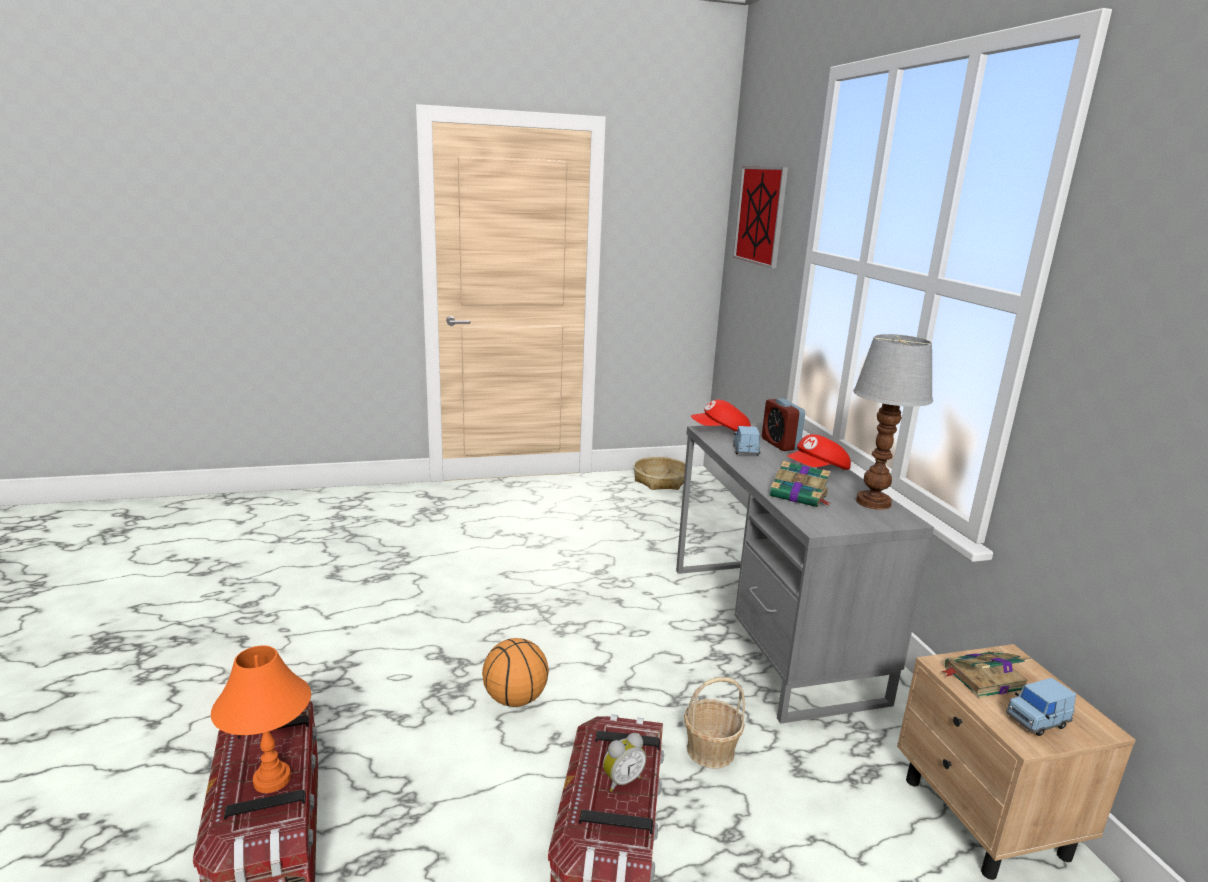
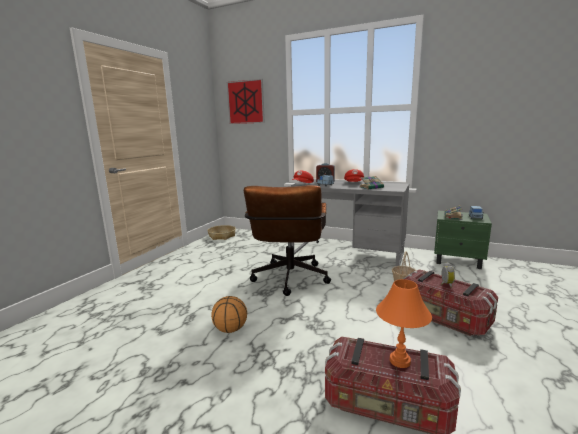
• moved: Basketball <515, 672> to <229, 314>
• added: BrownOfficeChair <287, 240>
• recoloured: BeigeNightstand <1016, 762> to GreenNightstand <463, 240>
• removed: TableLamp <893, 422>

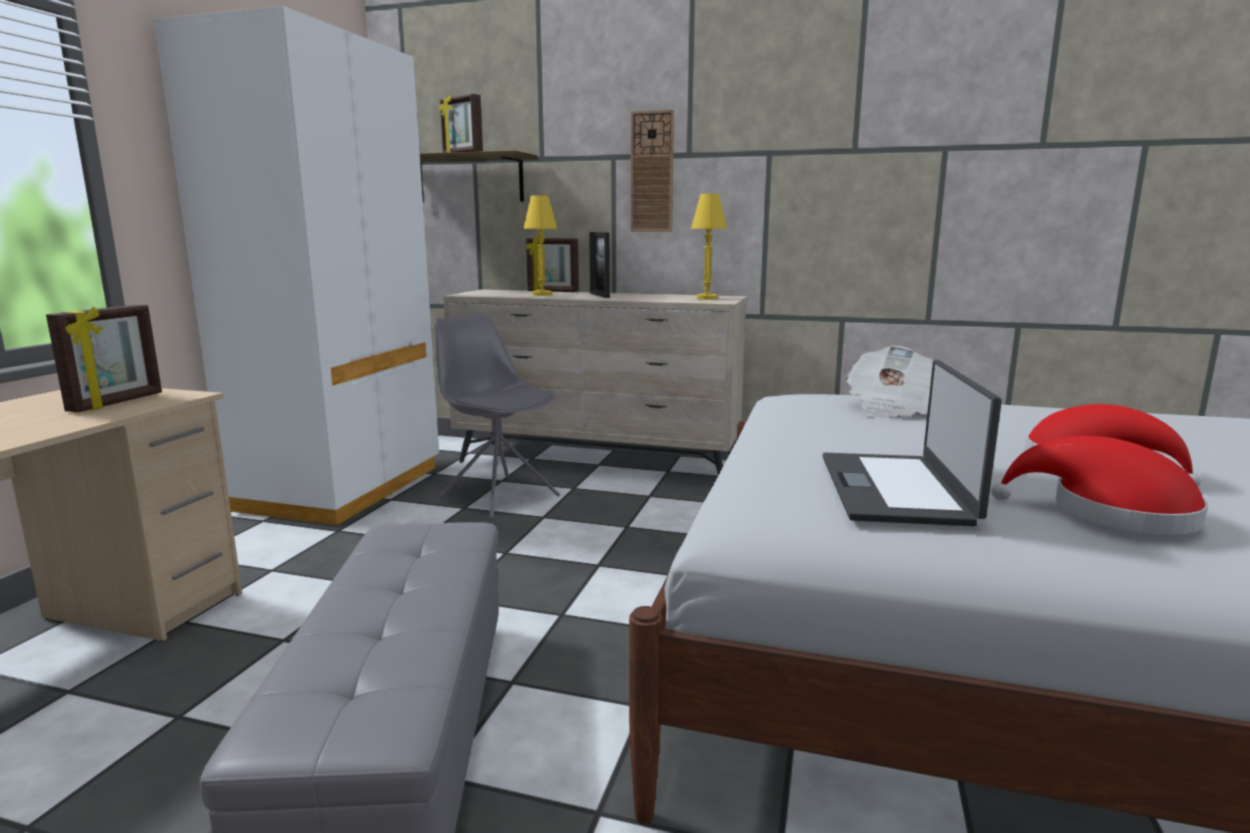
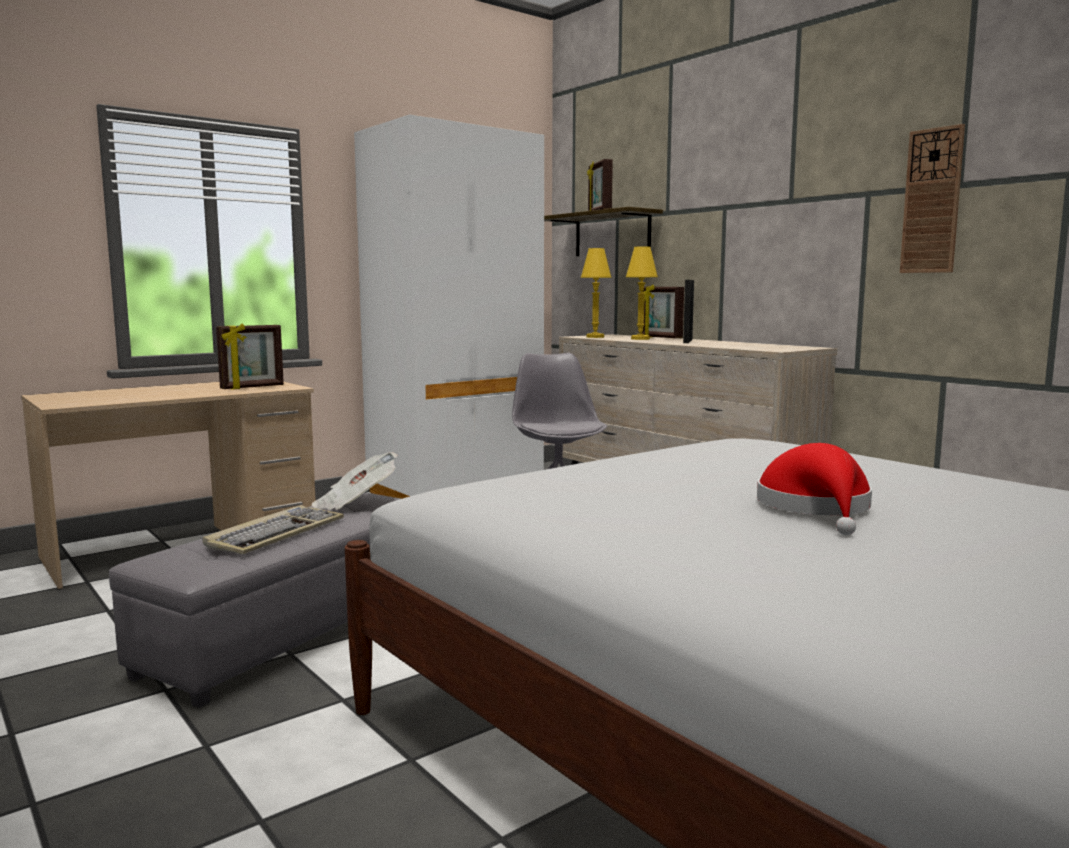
• added: Keyboard <273, 529>
• moved: Newspaper <889, 382> to <355, 481>
• moved: YellowTableLamp <709, 247> to <596, 293>
• moved: WallClock <652, 171> to <932, 198>
• removed: Laptop <912, 442>
• removed: RedHat <1099, 485>

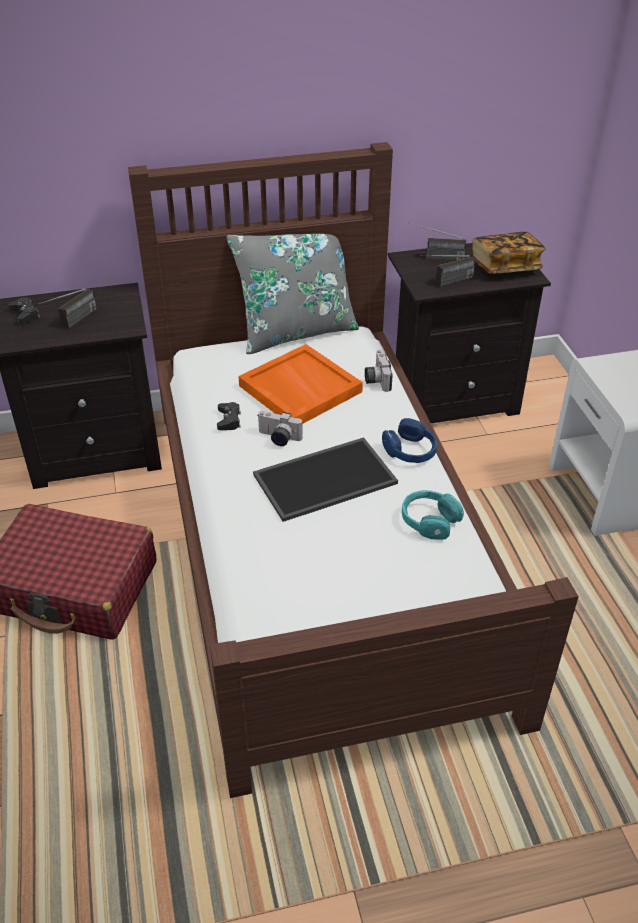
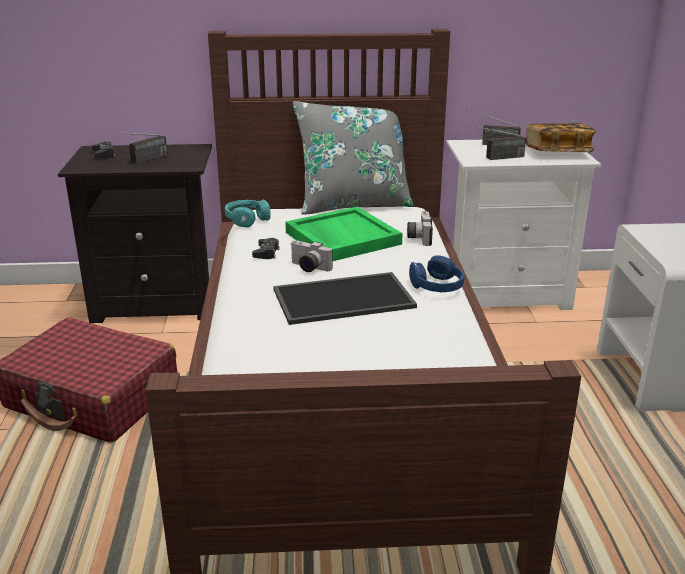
• moved: TurquoiseHeadphones <433, 515> to <248, 213>
• recoloured: OrangeTray <300, 384> to GreenTray <344, 234>
• recoloured: BlackNightstand <469, 333> to WhiteNightstand <523, 225>

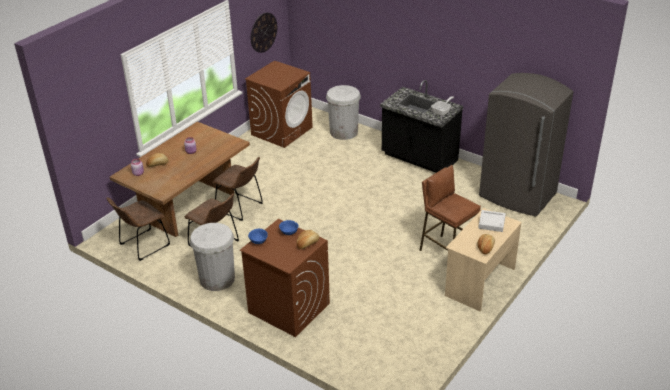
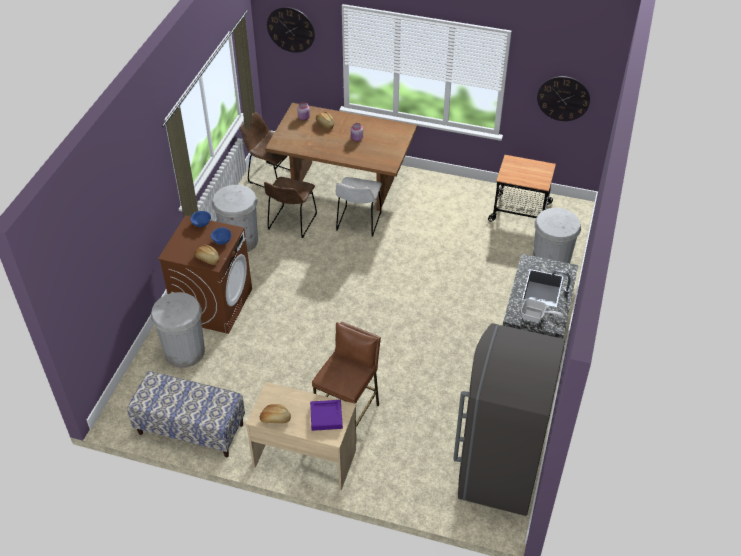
• added: Bench <186, 414>
• added: WhiteTrashCan <178, 330>
• added: WallClock <291, 30>
• recoloured: GreyTray <492, 221> to PurpleTray <326, 415>
• recoloured: BrownChair <237, 189> to WhiteChair <359, 207>
• replaced: BrownWashingMachine <279, 104> to Cart <522, 188>

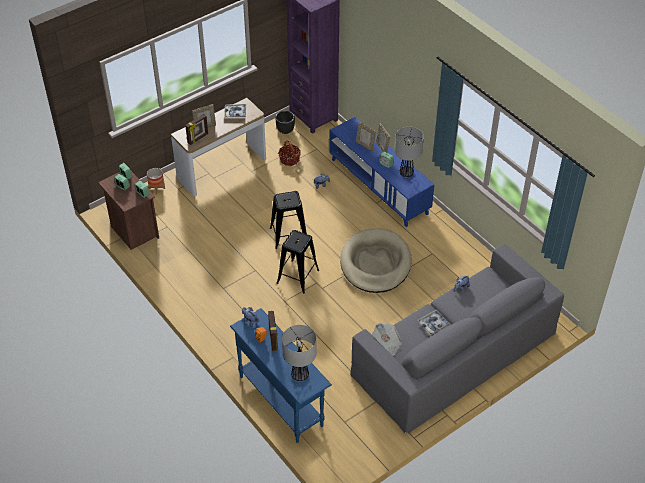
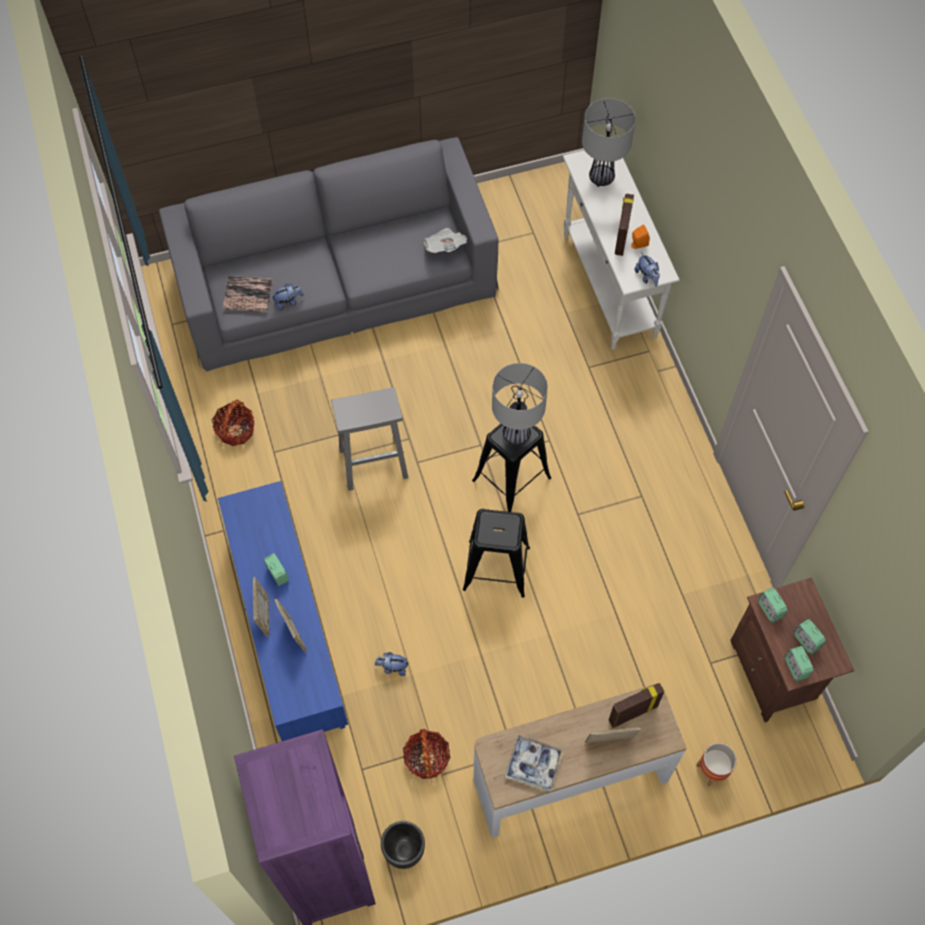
• added: Basket <233, 423>
• added: Book <247, 294>
• replaced: BeigeDogBed <376, 260> to GreyStool <369, 439>
• moved: TableLamp <409, 152> to <520, 404>
• recoloured: BlueConsoleTable <281, 375> to WhiteConsoleTable <621, 250>
• removed: Tray <433, 323>

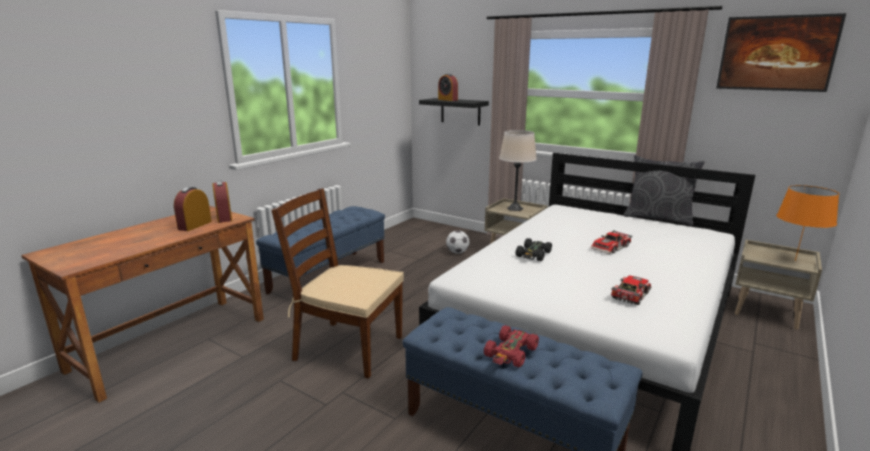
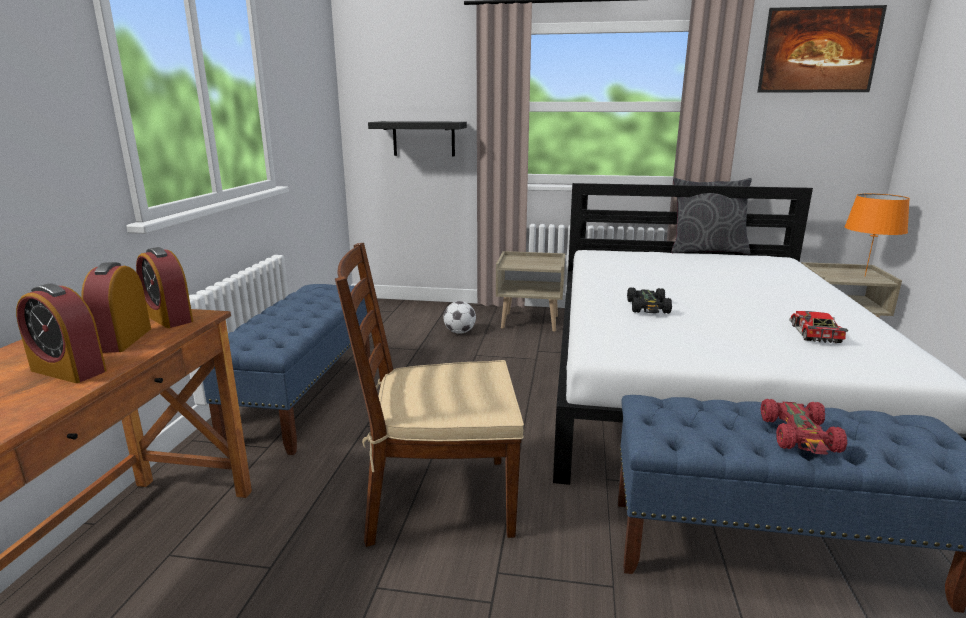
• moved: AlarmClock <448, 87> to <61, 333>
• removed: BeigeTableLamp <518, 170>
• removed: ToyCar <612, 242>

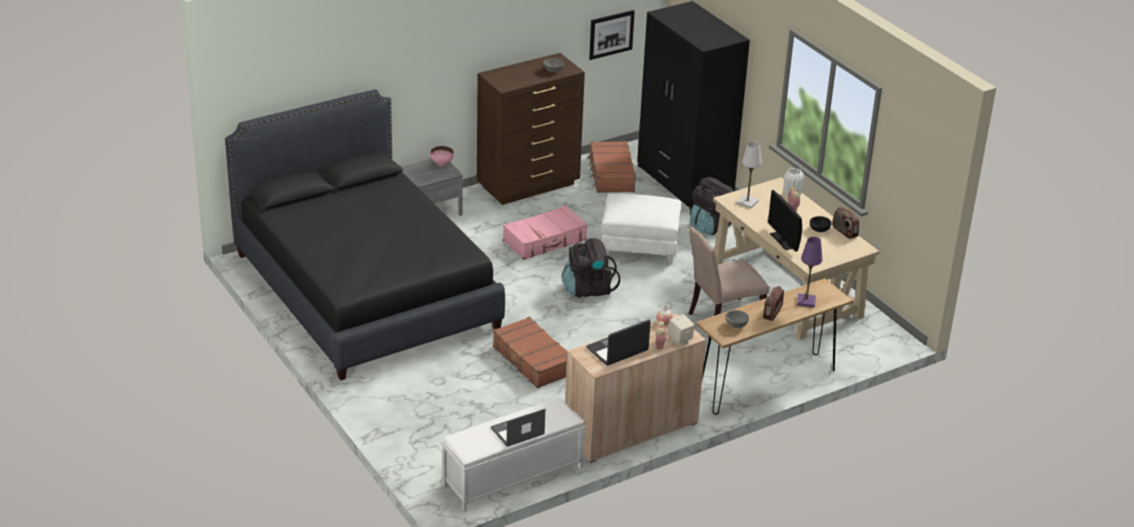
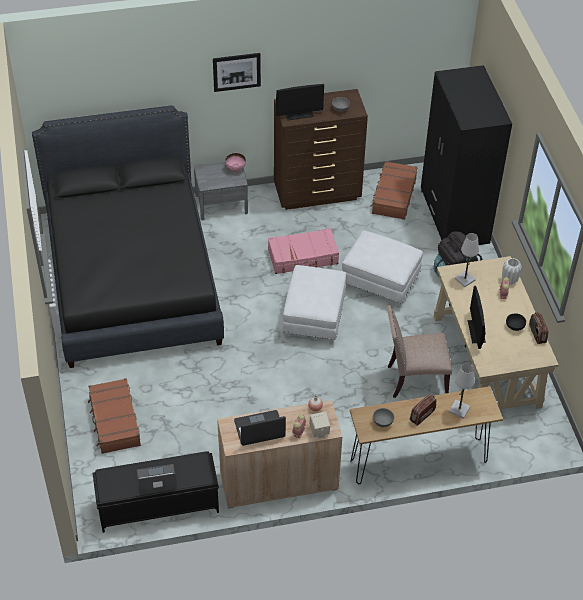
• moved: BrownSuitcase <530, 352> to <114, 416>
• recoloured: WhiteBench <513, 455> to BlackBench <156, 492>
• moved: Picture <612, 35> to <237, 72>
• added: Monitor <300, 102>
• replaced: BlackBackpack <591, 268> to WhiteOttoman <314, 305>
• recoloured: PurpleTableLamp <809, 272> to WhiteTableLamp <462, 391>

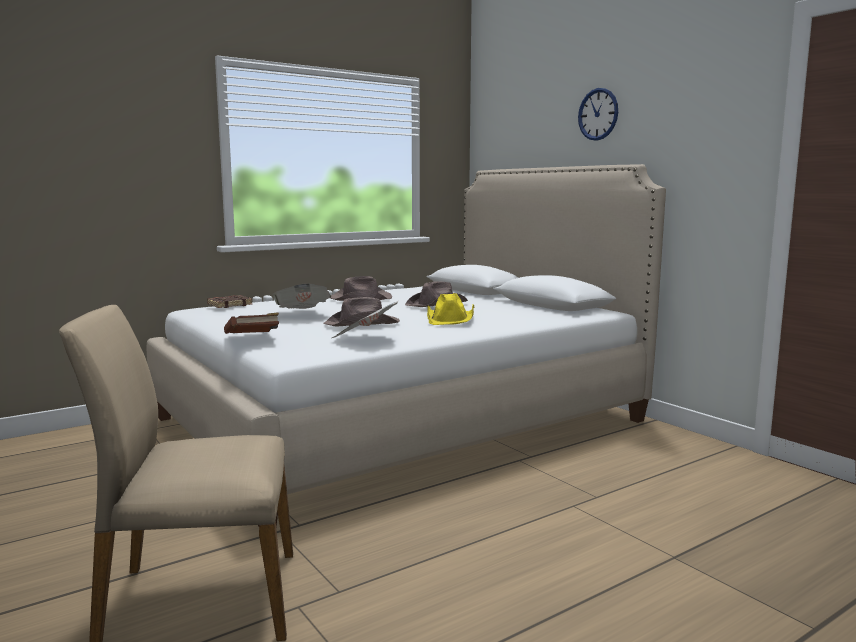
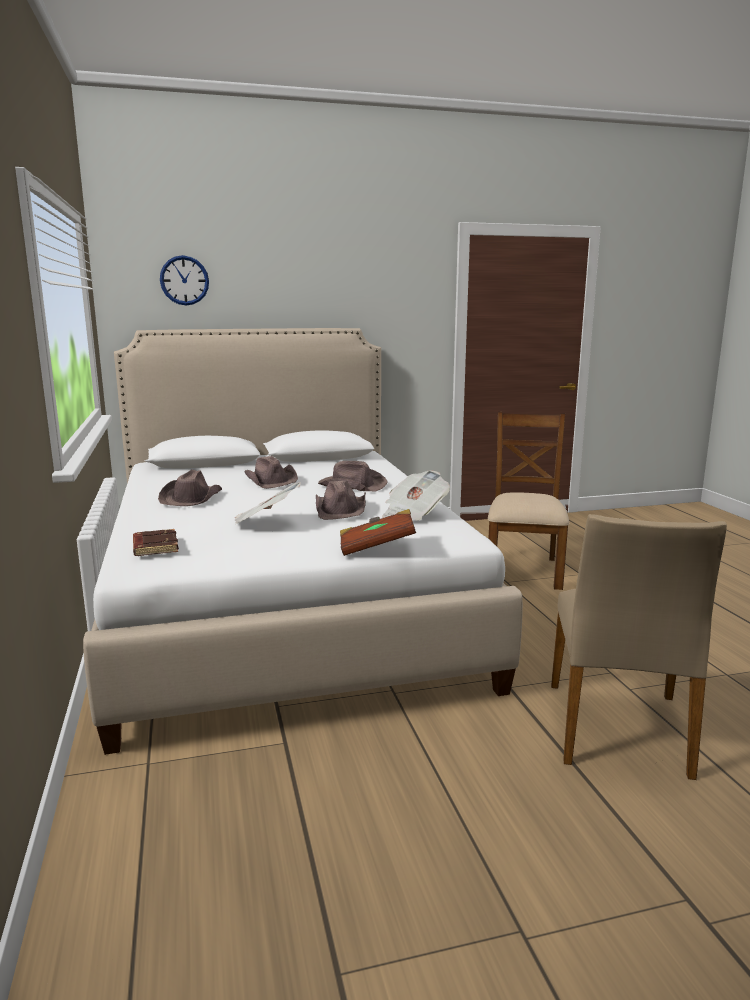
• moved: WallClock <598, 114> to <184, 280>
• recoloured: YellowHat <450, 309> to BrownHat <352, 476>
• added: BrownChair <529, 501>

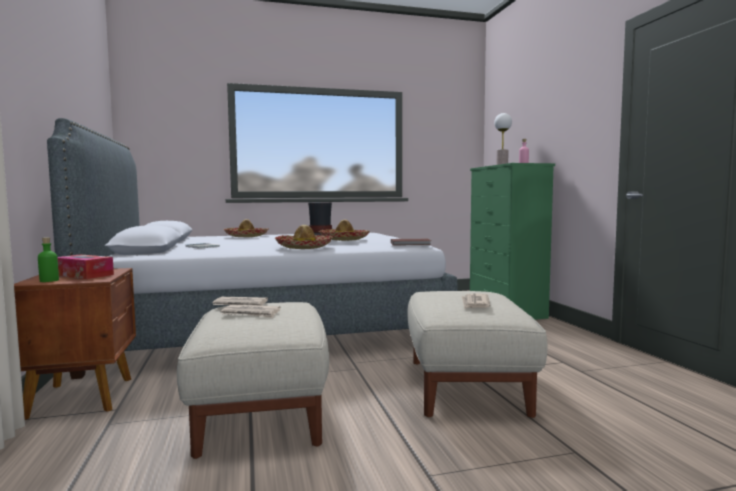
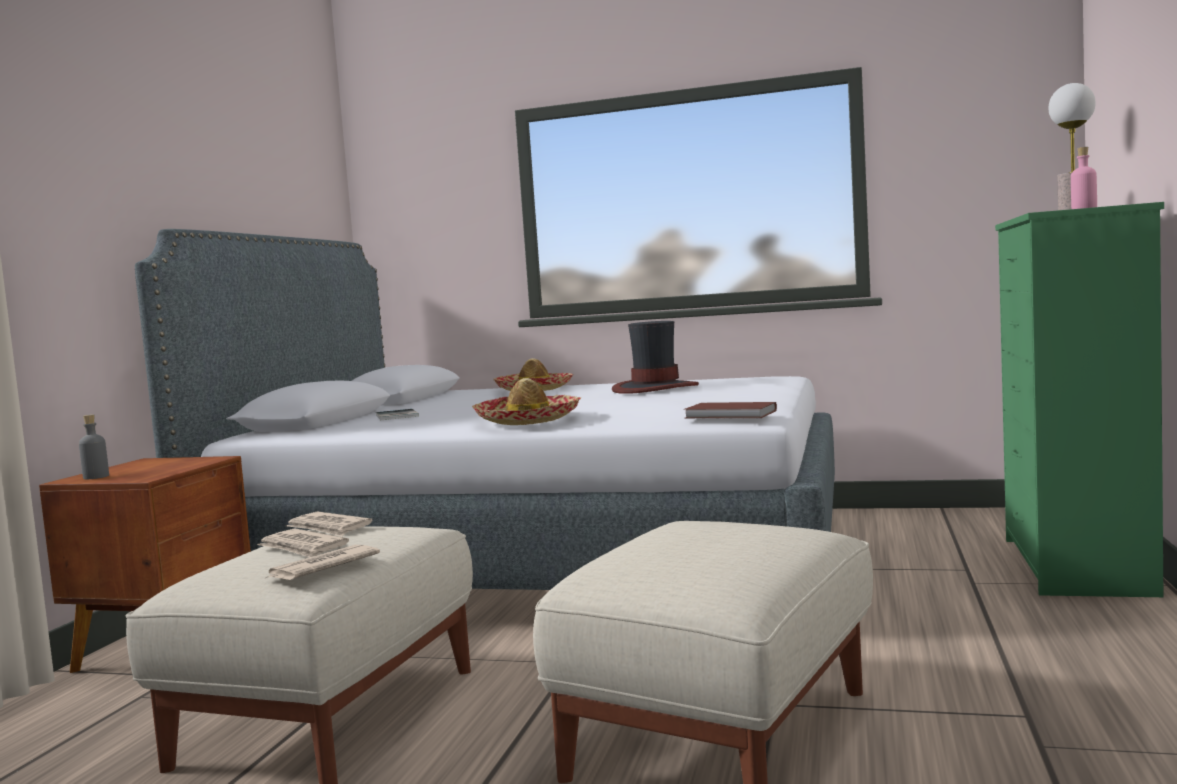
• recoloured: GreenBottle <48, 259> to GreyBottle <94, 446>
• moved: Newspaper <475, 301> to <323, 562>
• removed: TissueBox <85, 266>
• removed: Hat <344, 230>

